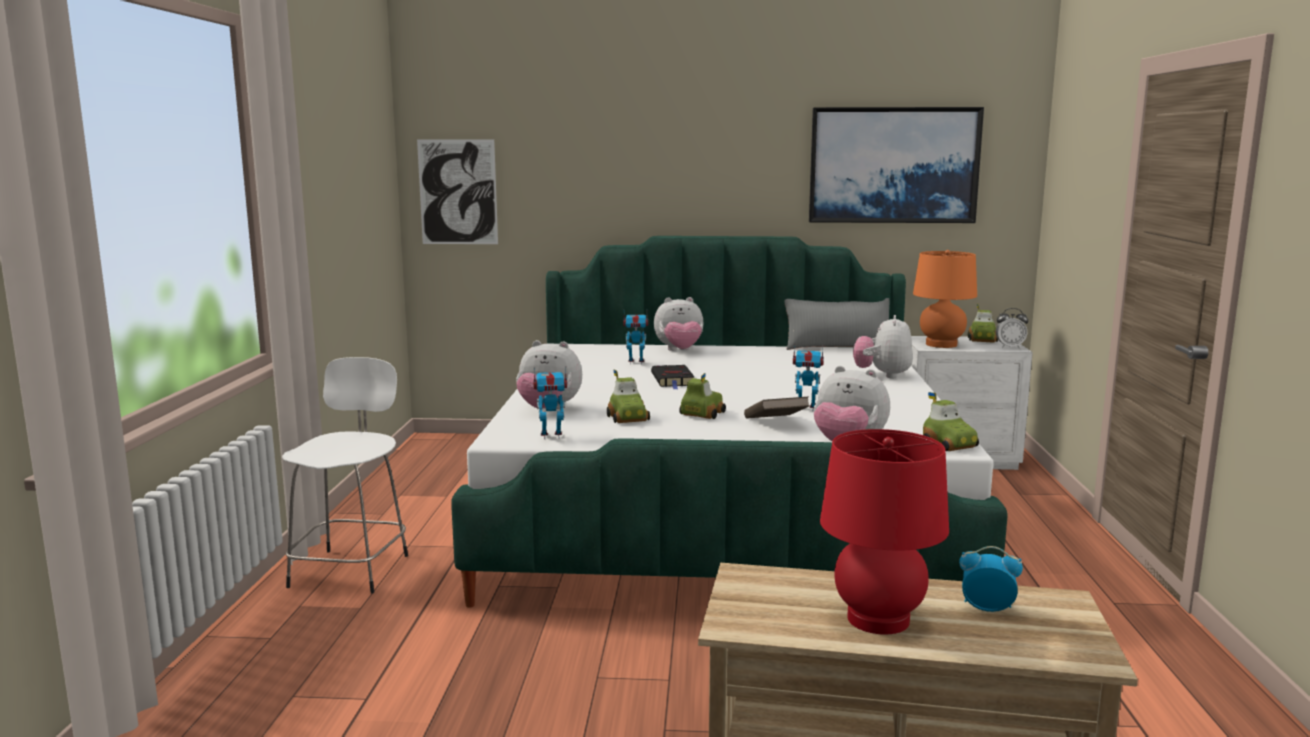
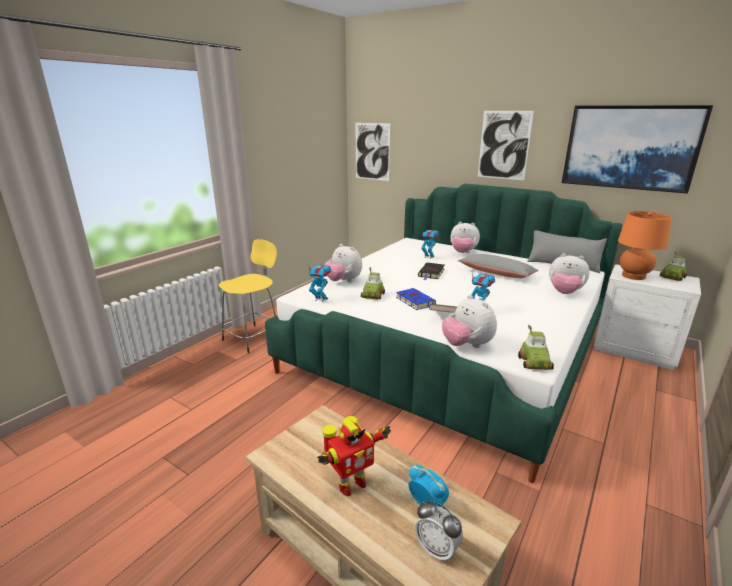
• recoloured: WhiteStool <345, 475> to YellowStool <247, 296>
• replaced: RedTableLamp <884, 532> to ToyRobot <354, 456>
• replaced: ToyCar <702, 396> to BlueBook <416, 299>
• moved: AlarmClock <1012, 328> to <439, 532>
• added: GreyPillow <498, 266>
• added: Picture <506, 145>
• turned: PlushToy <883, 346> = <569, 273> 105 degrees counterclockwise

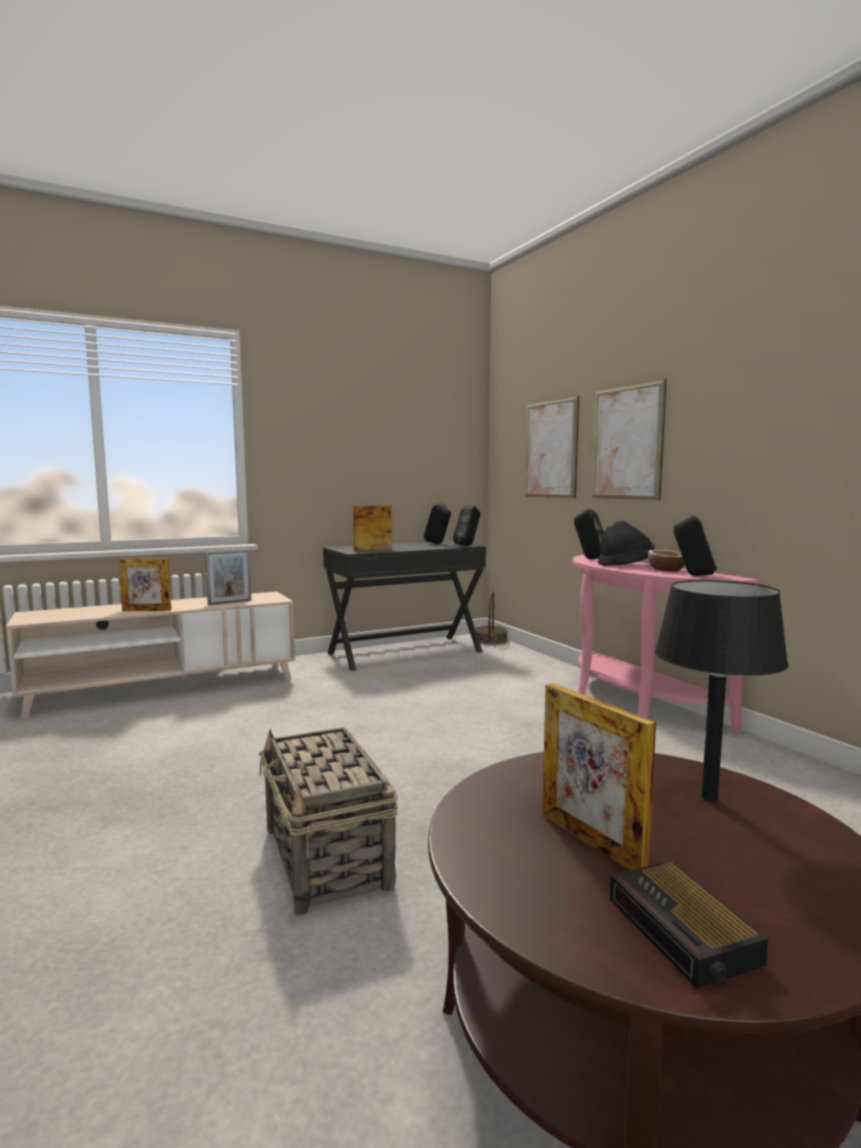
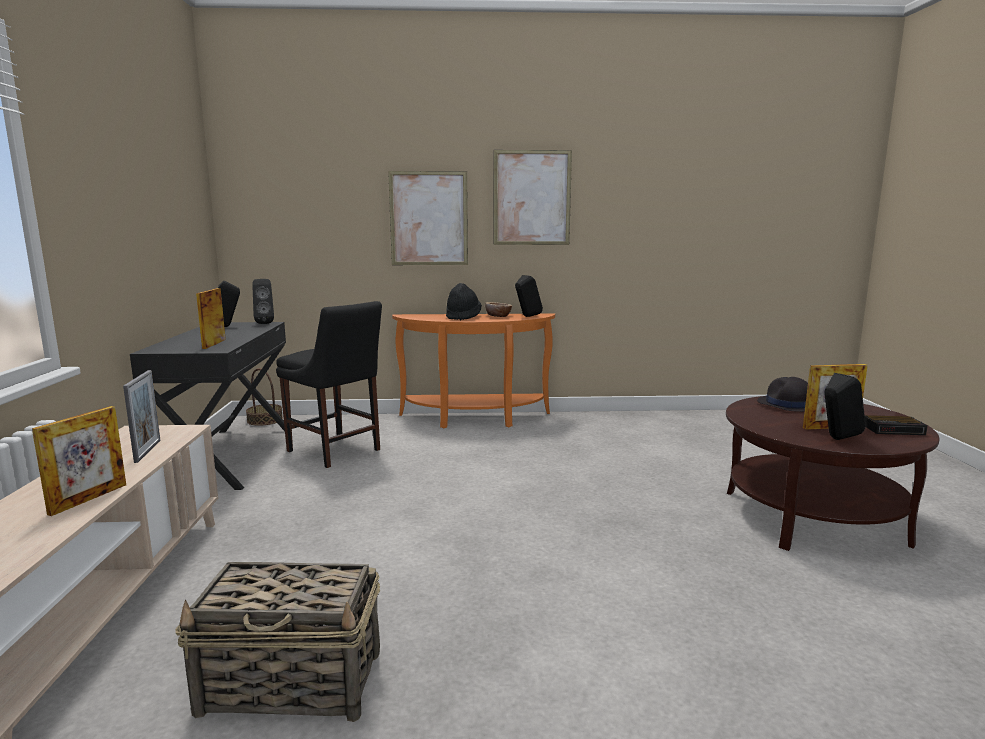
• moved: Basket <328, 821> to <277, 642>
• added: BlackChair <329, 384>
• recoloured: PinkConsoleTable <666, 644> to OrangeConsoleTable <473, 370>
• moved: Picture <552, 447> to <533, 197>
• replaced: BlackTableLamp <722, 691> to BlackHat <782, 394>
• moved: BlackSpeaker <588, 534> to <845, 406>

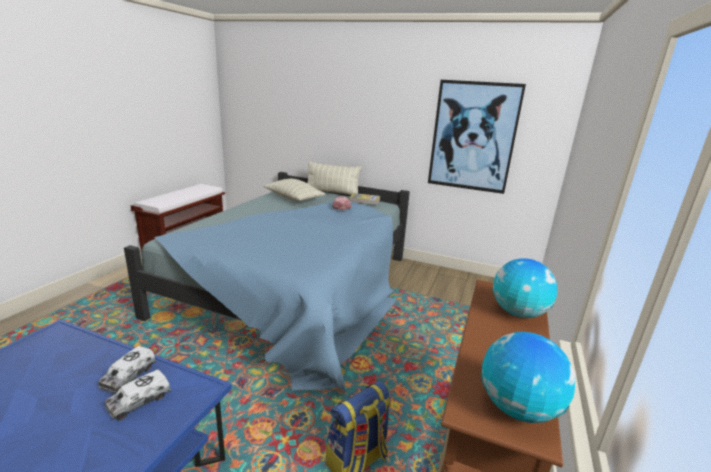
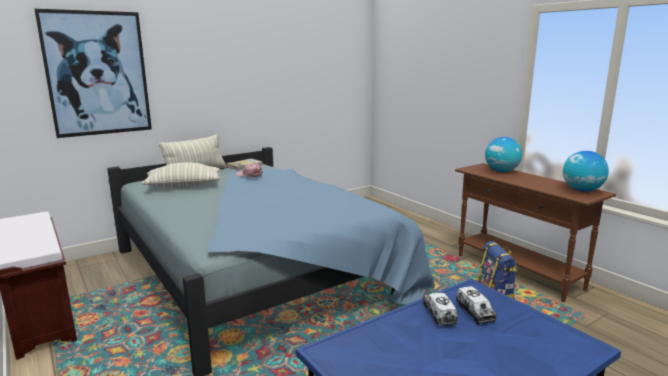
• moved: Picture <477, 137> to <93, 73>
• turned: ToyTruck <127, 369> = <440, 309> 150 degrees counterclockwise

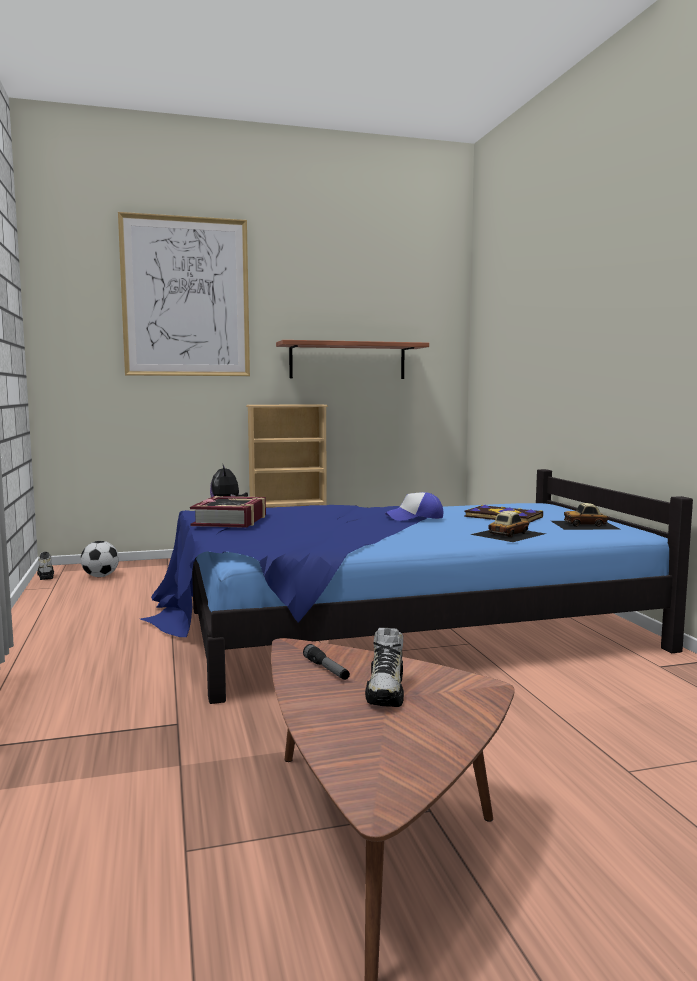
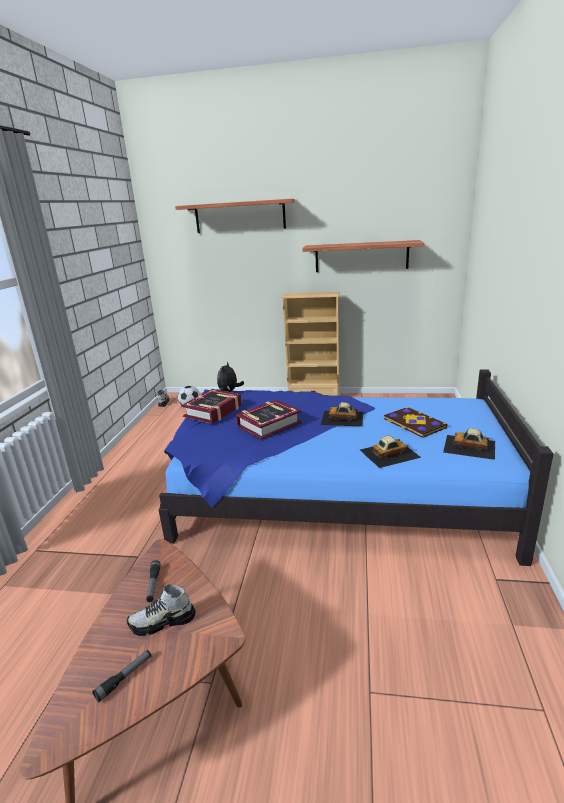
• added: Flashlight <121, 676>
• turned: Shoe <384, 667> = <161, 610> 45 degrees clockwise
• replaced: Picture <184, 294> to Shelf <235, 216>
• added: Book <269, 420>
• replaced: Cap <414, 506> to ToyCar <341, 414>

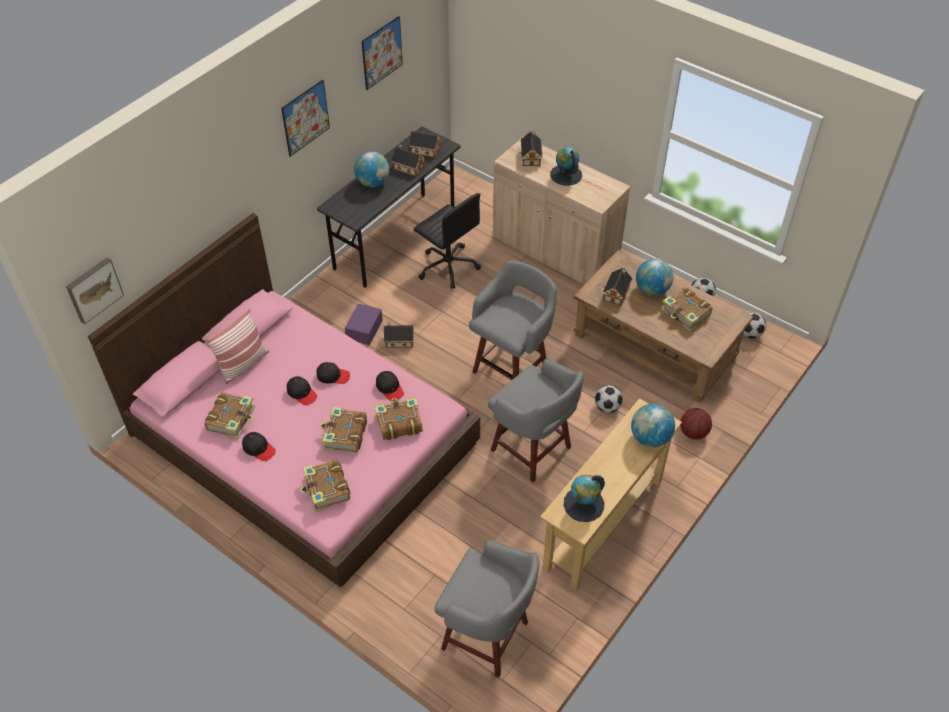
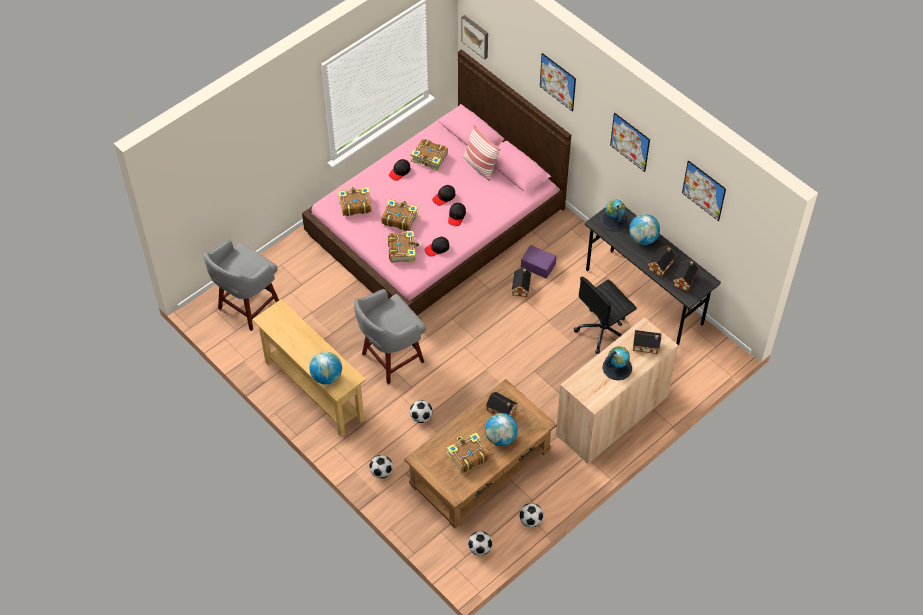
• replaced: Basketball <696, 424> to Football <381, 467>
• added: Picture <558, 82>
• moved: Globe <584, 498> to <614, 215>
• removed: GreyStool <513, 320>

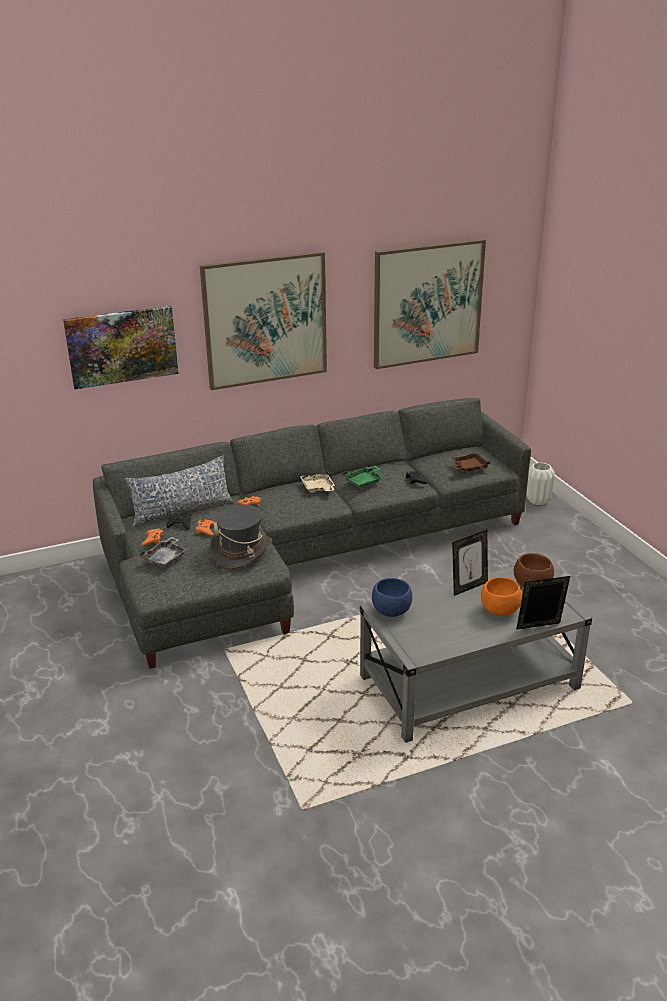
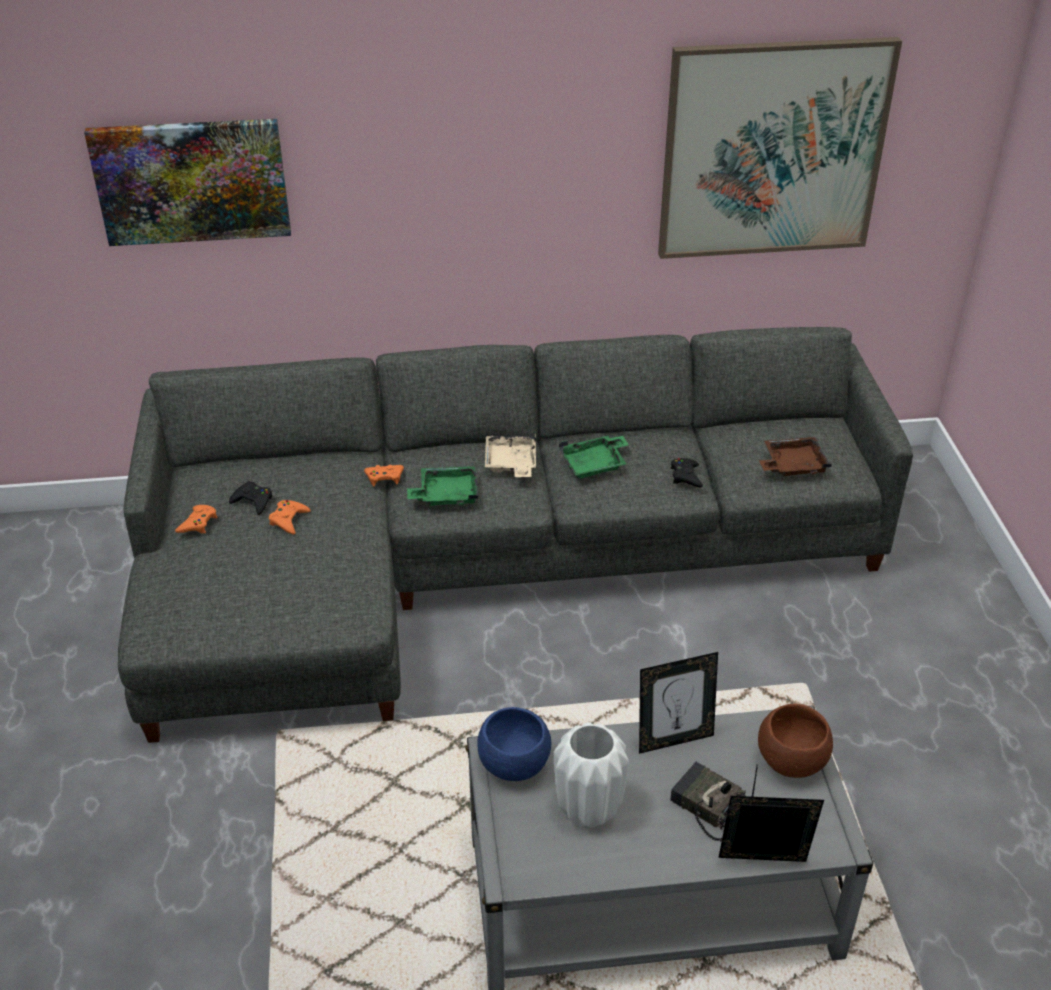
• added: GreenTray <442, 486>
• moved: WhiteVase <540, 483> to <591, 775>
• replaced: OrangeBowl <501, 596> to Radio <714, 801>
• removed: Pillow <179, 491>
• removed: GreyTray <164, 552>
• removed: Picture <263, 320>
• removed: GreyHat <241, 537>

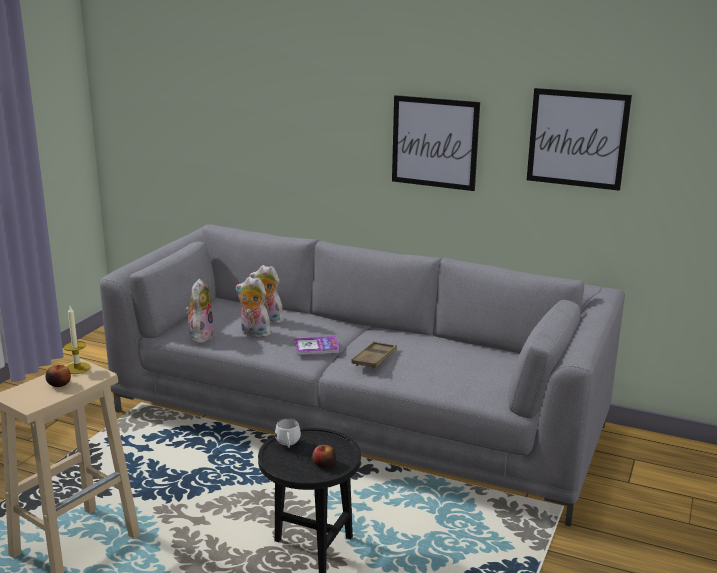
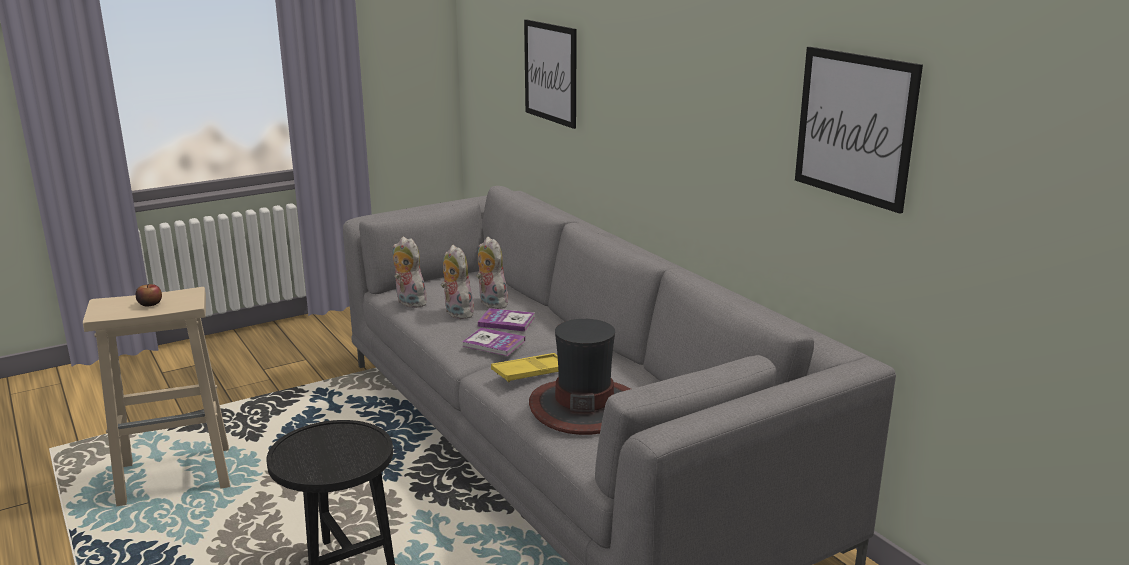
• turned: PlushToy <200, 311> = <410, 272> 90 degrees counterclockwise
• added: Book <506, 319>
• recoloured: BrownTray <374, 355> to YellowTray <524, 367>
• moved: Picture <436, 143> to <550, 74>
• added: Hat <580, 377>
• removed: Candle <77, 340>
• removed: WhiteMug <288, 433>
• removed: Apple <324, 456>

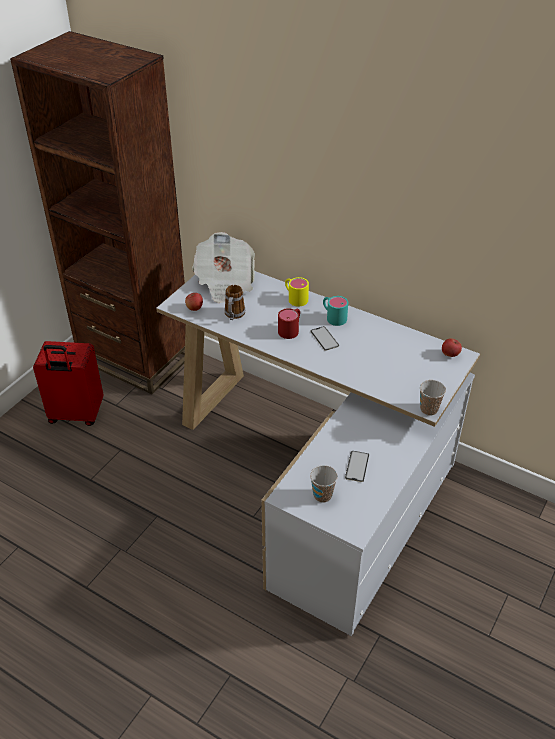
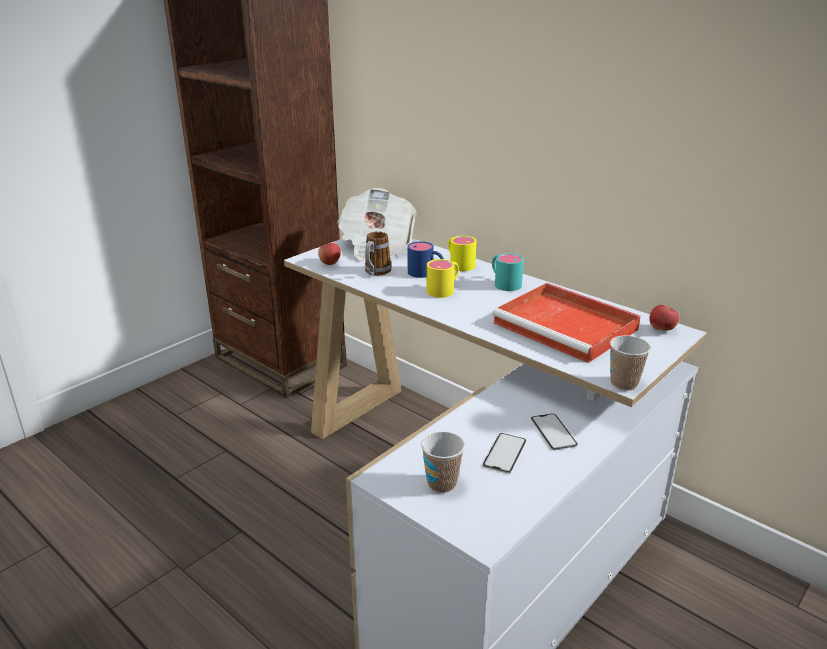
• added: BlueMug <426, 259>
• recoloured: RedMug <289, 323> to YellowMug <442, 278>
• added: RedTray <566, 323>
• moved: Phone <324, 338> to <554, 431>
• removed: RedSuitcase <68, 383>

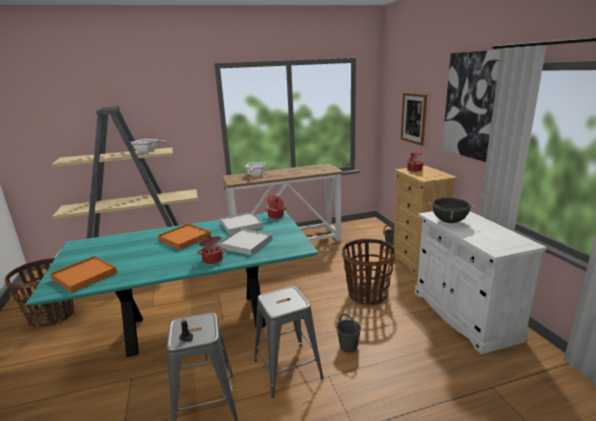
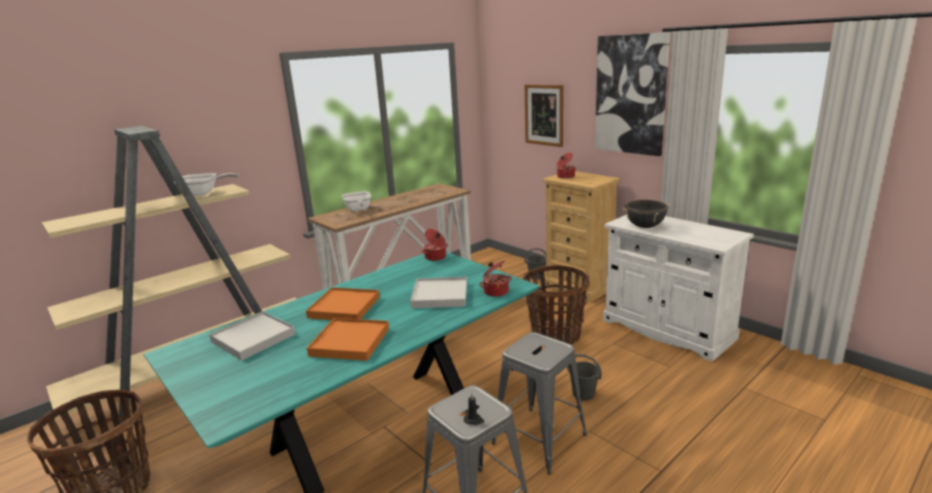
• moved: WhiteTray <241, 223> to <252, 336>
• moved: OrangeTray <83, 274> to <348, 339>
• moved: CookingPot <211, 250> to <495, 278>

